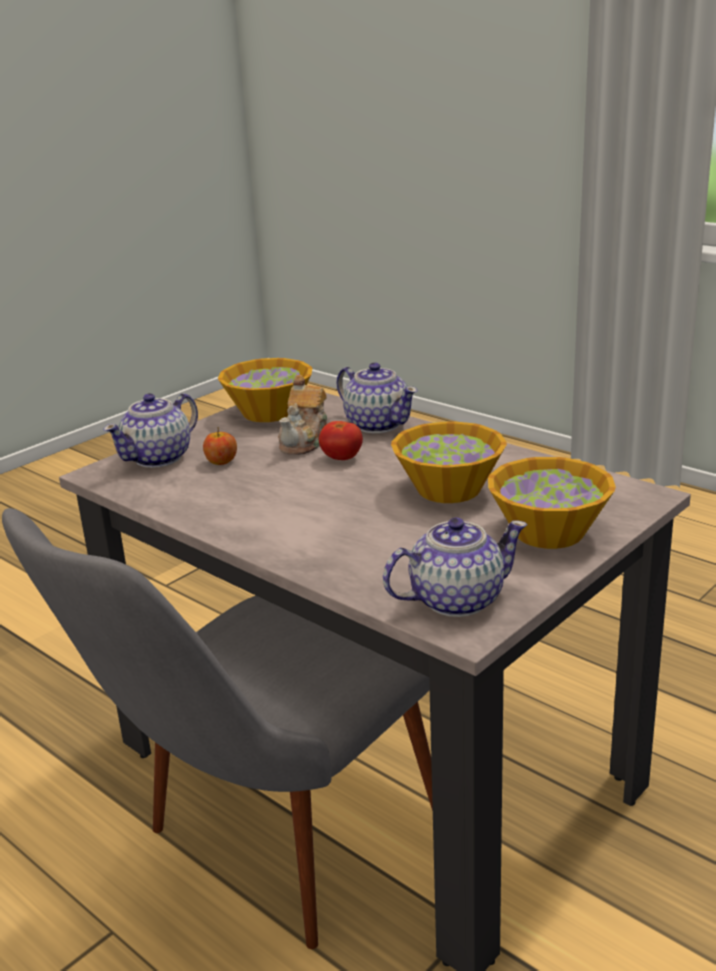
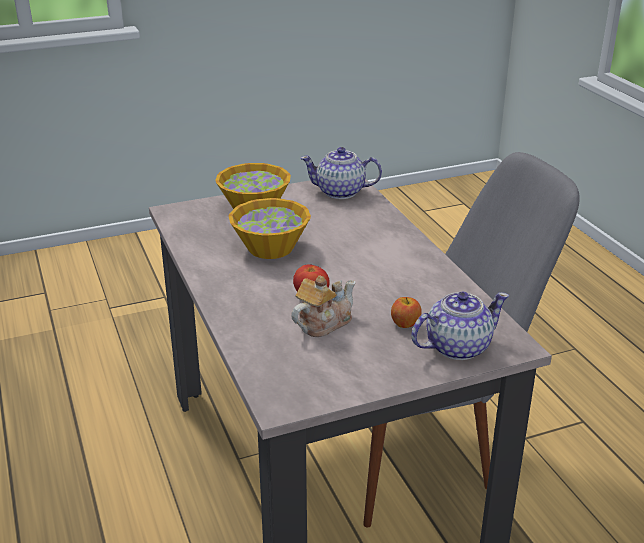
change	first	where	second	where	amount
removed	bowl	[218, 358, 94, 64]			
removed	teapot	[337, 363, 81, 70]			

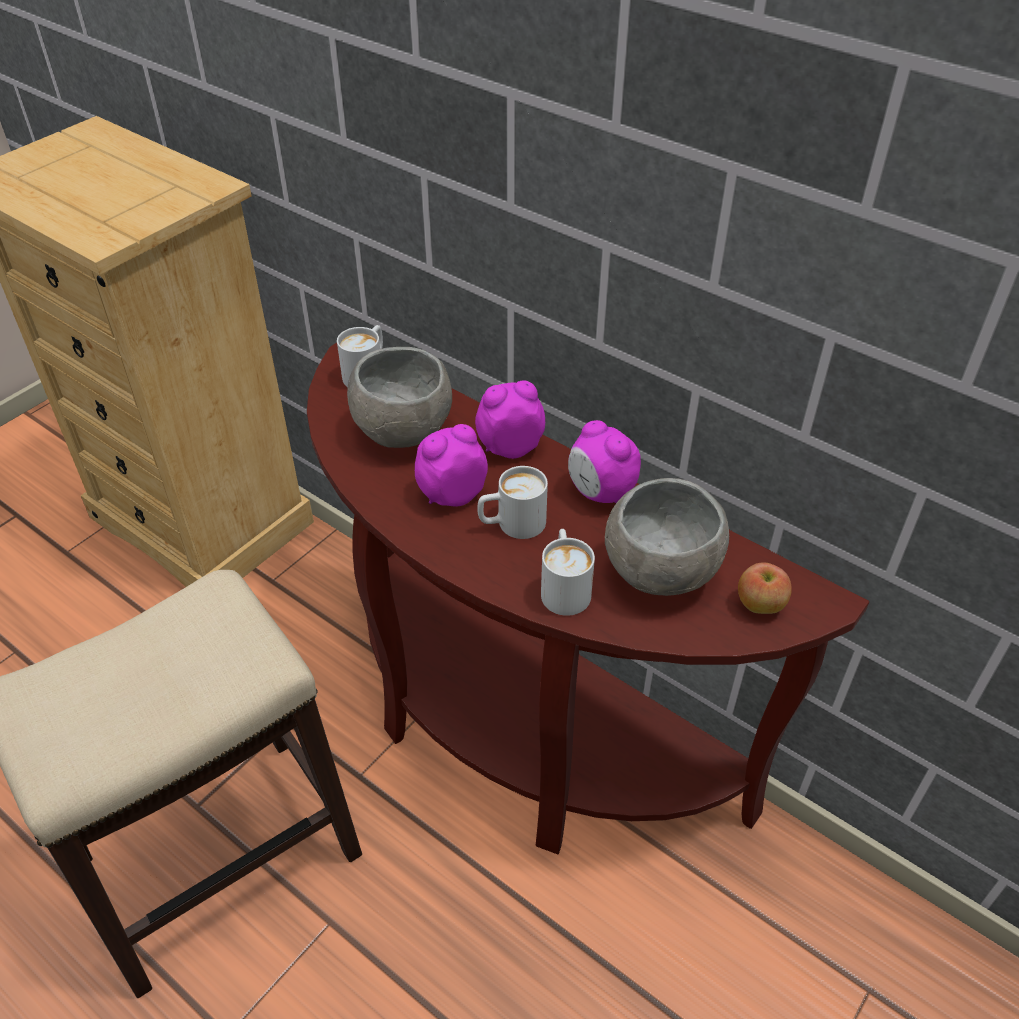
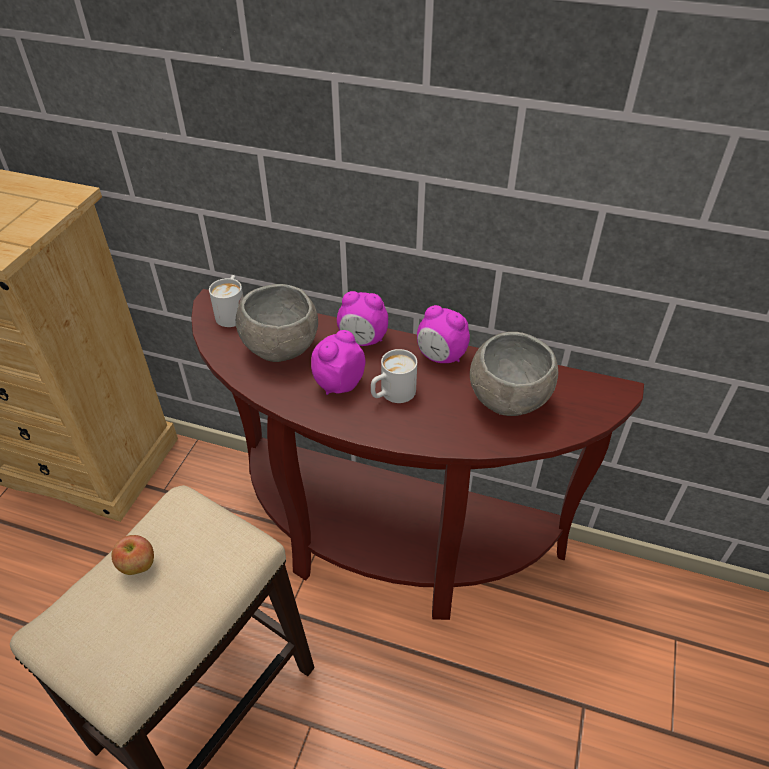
change	first	where	second	where	amount
moved	apple	[738, 562, 54, 52]		[112, 535, 42, 40]	
turned	alarm clock	[475, 381, 70, 78]		[337, 291, 51, 55]	135 degrees counterclockwise
removed	white mug	[541, 529, 54, 87]			

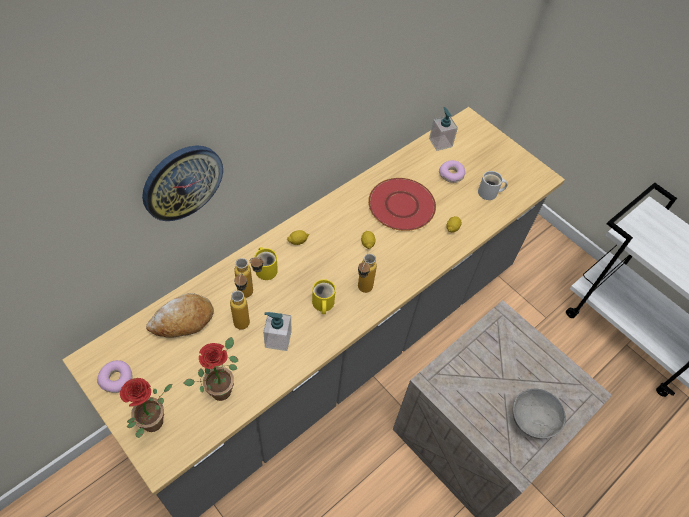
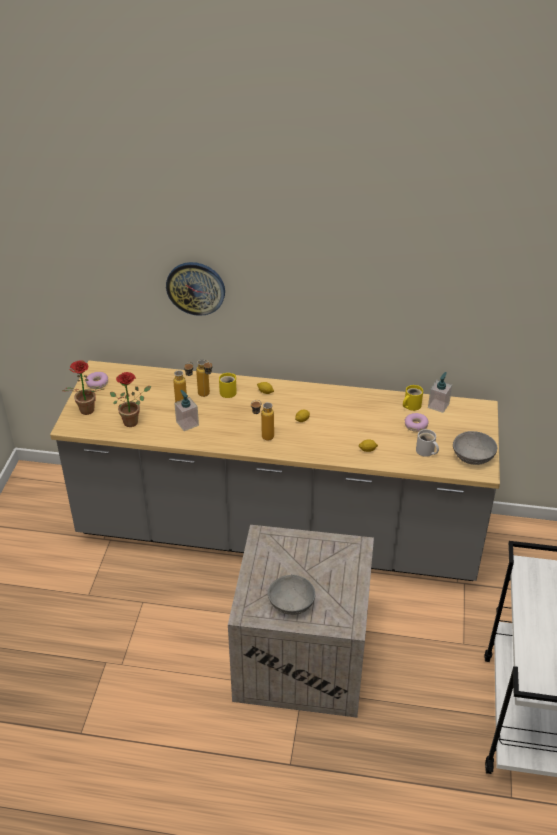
change	first	where	second	where	amount
moved	yellow mug	[312, 279, 24, 35]		[403, 385, 20, 26]	
added			grey bowl	[453, 431, 44, 34]	
removed	bread	[146, 293, 68, 45]			
removed	red plate	[368, 178, 68, 53]			

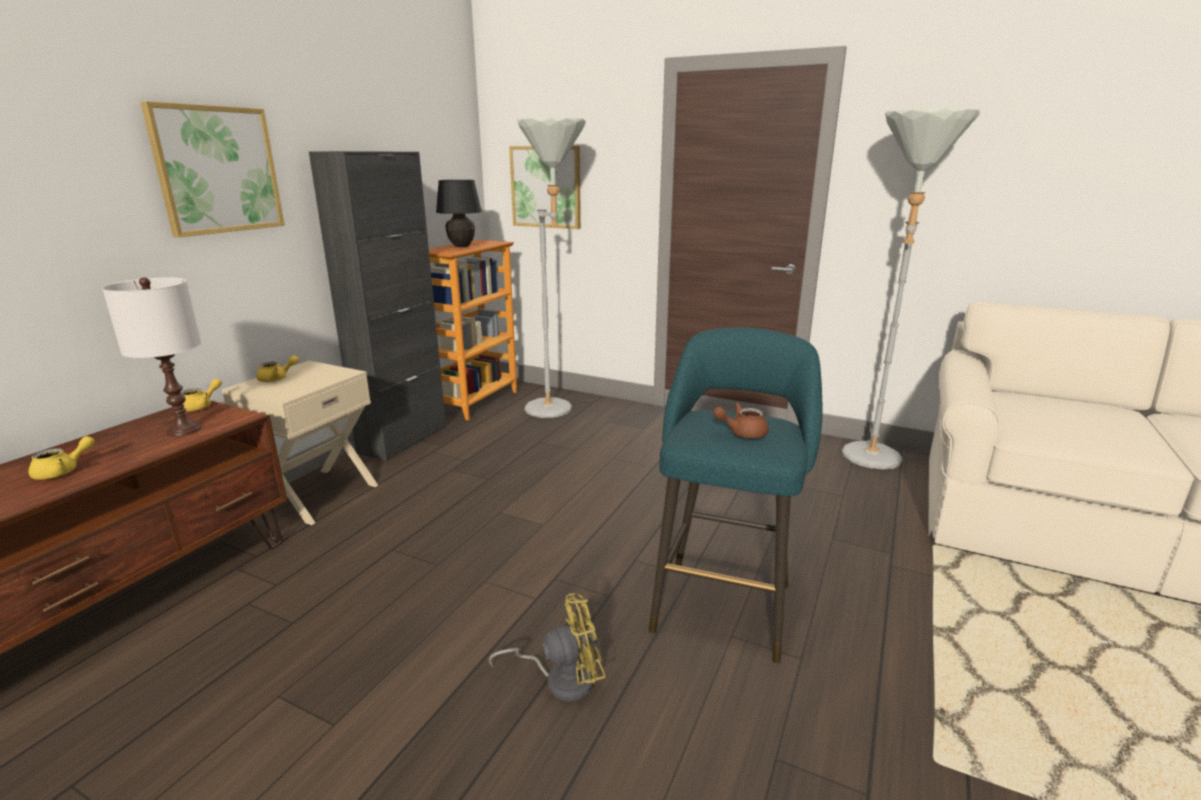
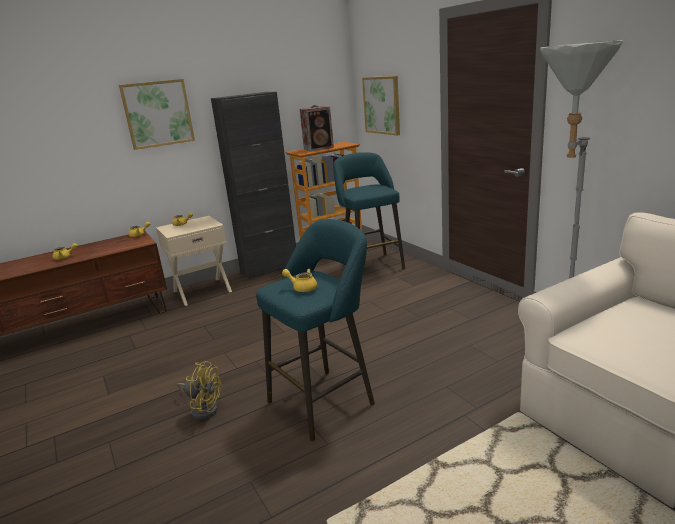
change	first	where	second	where	amount
recoloured	brown teapot	[713, 403, 56, 35]	yellow teapot	[282, 269, 35, 23]	
replaced	black table lamp	[436, 180, 46, 67]	speaker	[300, 105, 34, 46]	
replaced	grey floor lamp	[517, 118, 69, 300]	turquoise stool	[333, 152, 72, 118]	
removed	white table lamp	[102, 277, 99, 160]			

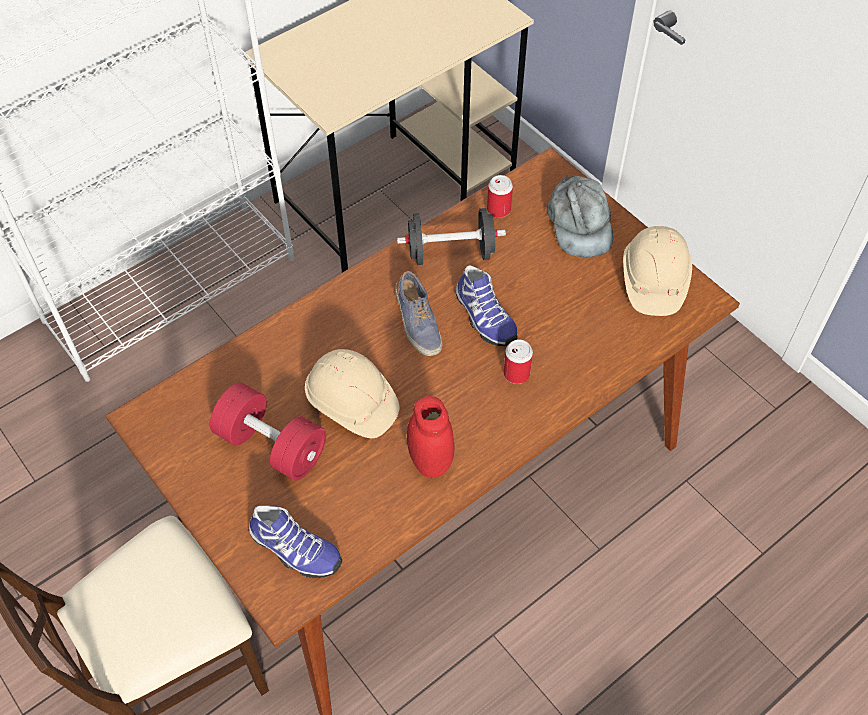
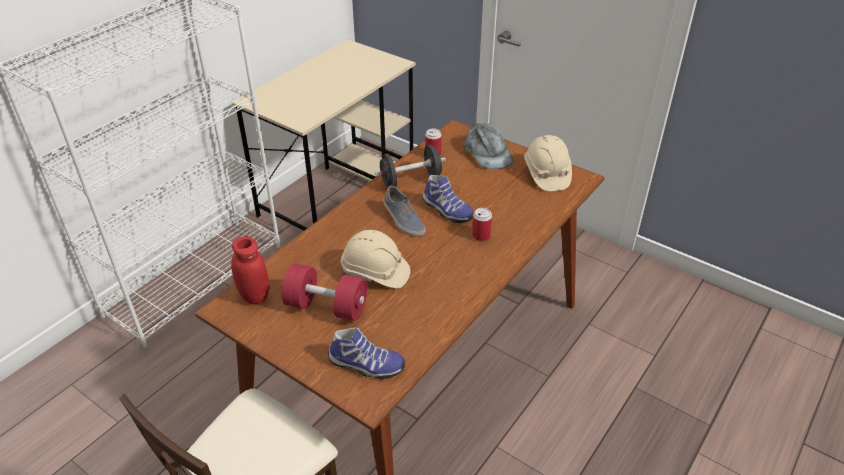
change	first	where	second	where	amount
moved	red jar	[407, 396, 47, 82]		[231, 236, 39, 69]	

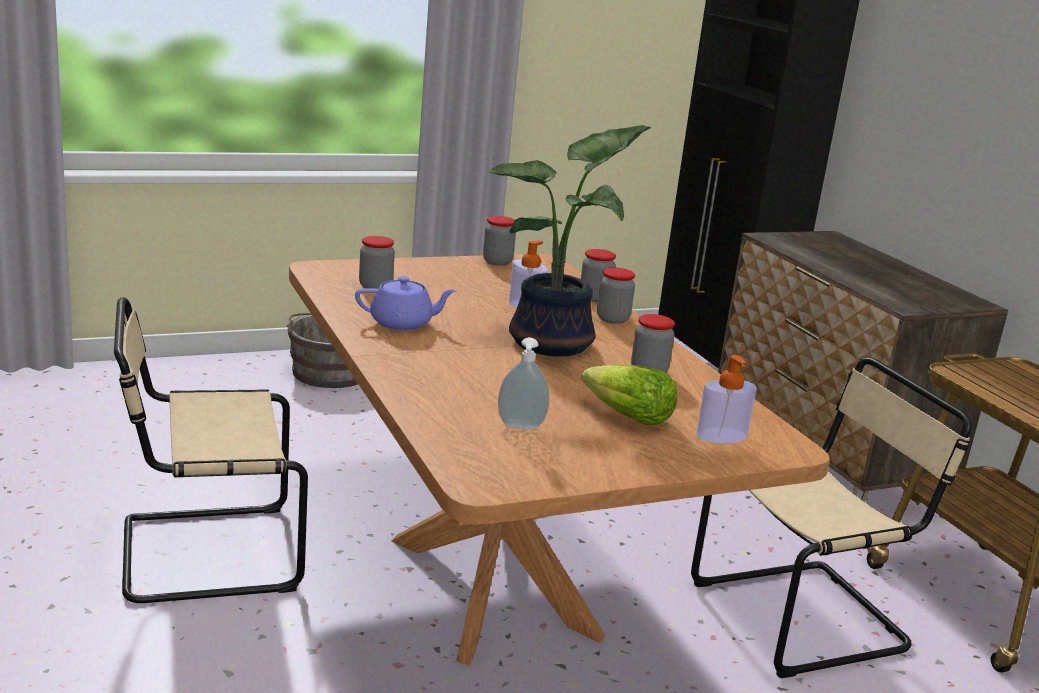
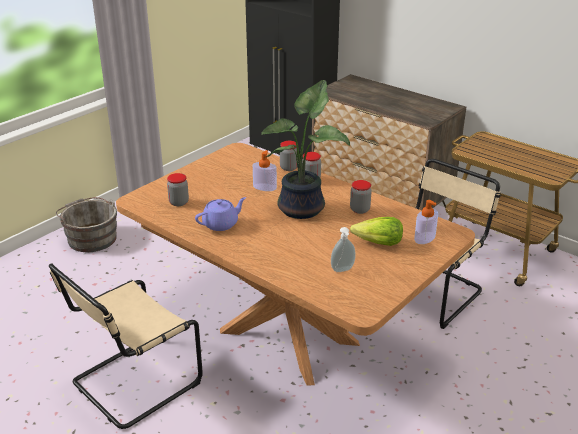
change	first	where	second	where	amount
removed	jar	[483, 216, 33, 50]			

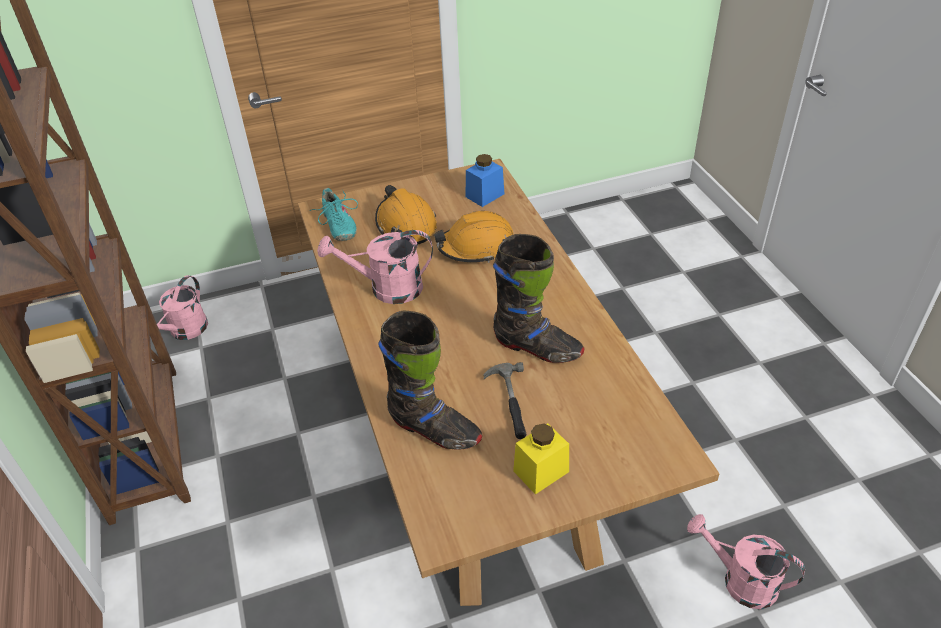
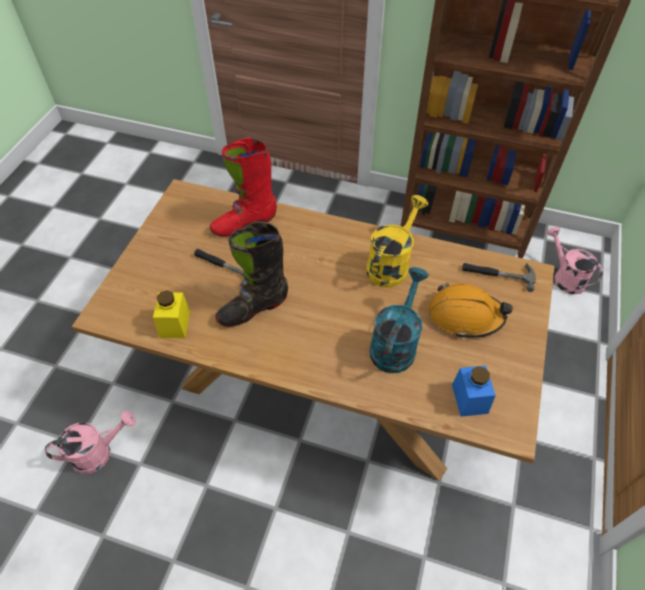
change	first	where	second	where	amount
moved	yellow jar	[513, 423, 56, 71]		[153, 290, 37, 48]	
recoloured	black boot	[378, 311, 104, 139]	red boot	[210, 138, 67, 98]	
recoloured	pink watering can	[317, 230, 116, 74]	yellow watering can	[366, 195, 62, 93]	
replaced	orange hard hat	[434, 211, 79, 52]	turquoise watering can	[370, 267, 59, 106]	
replaced	turquoise shoe	[310, 188, 48, 53]	hammer	[462, 263, 74, 29]	

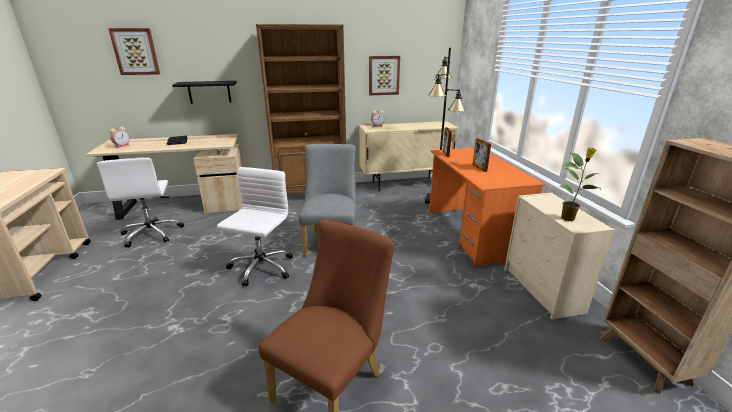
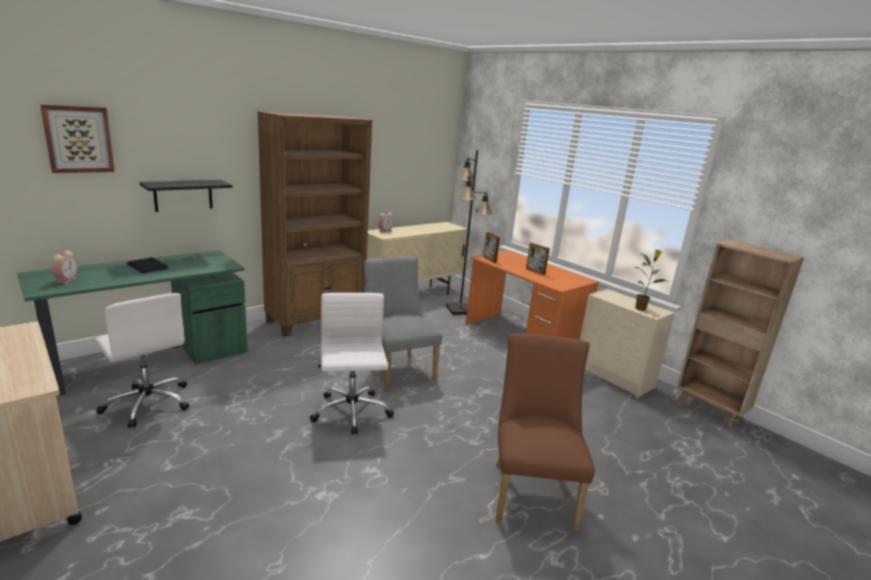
change	first	where	second	where	amount
recoloured	beige desk	[86, 134, 157, 86]	green desk	[17, 250, 231, 146]	
removed	picture	[369, 56, 31, 39]			

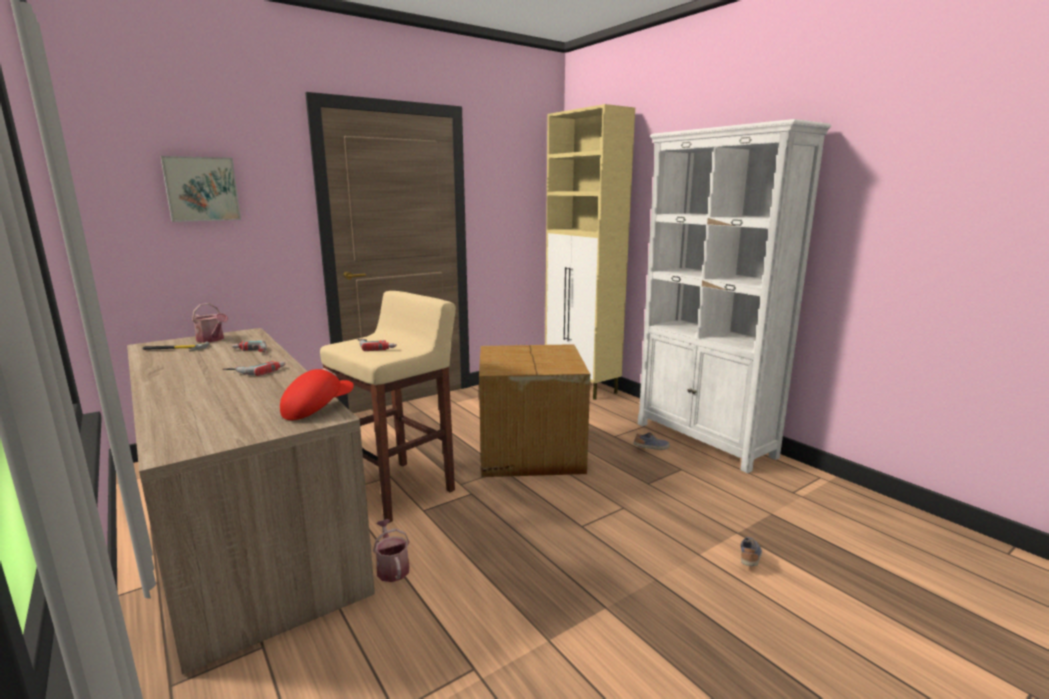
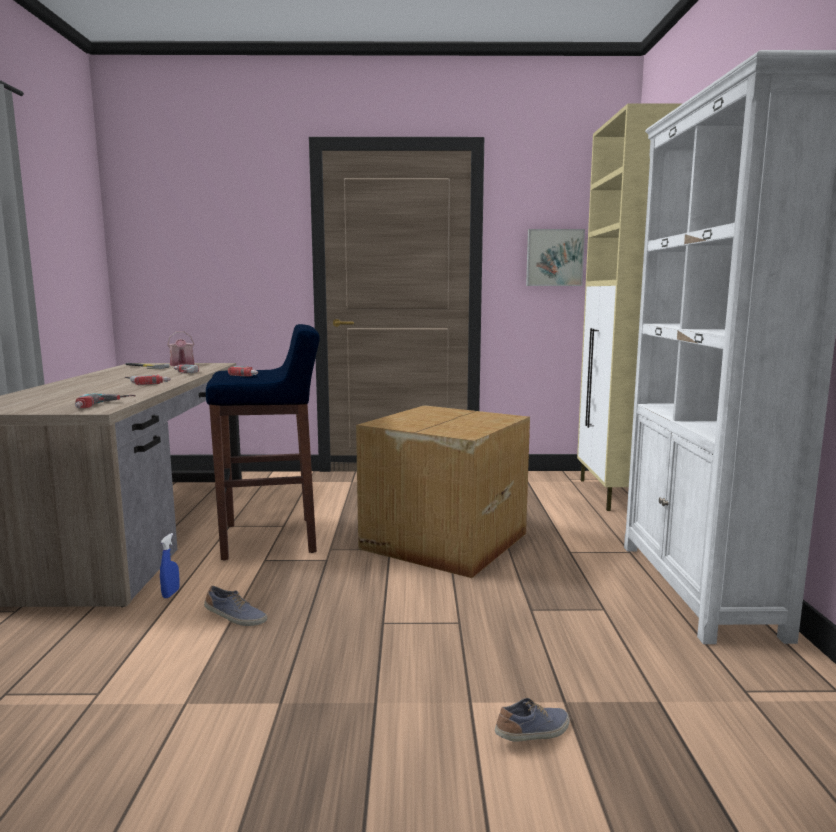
change	first	where	second	where	amount
replaced	red cap	[280, 368, 74, 52]	power drill	[75, 393, 61, 15]	
replaced	watering can	[373, 519, 37, 63]	blue spray bottle	[160, 533, 20, 65]	
moved	shoe	[633, 433, 37, 17]		[204, 586, 63, 40]	
recoloured	beige stool	[320, 291, 136, 232]	blue stool	[206, 324, 114, 237]	
moved	picture	[160, 156, 81, 66]		[526, 229, 59, 57]	

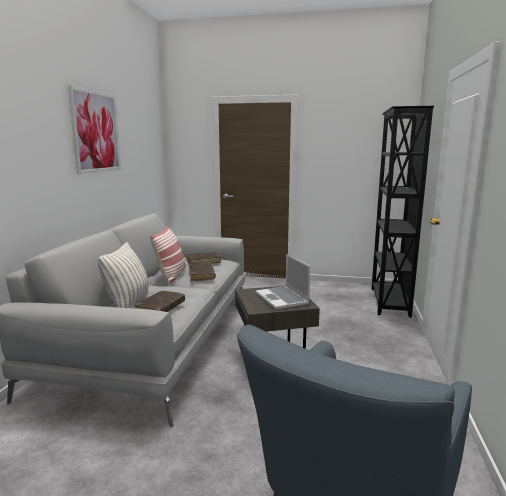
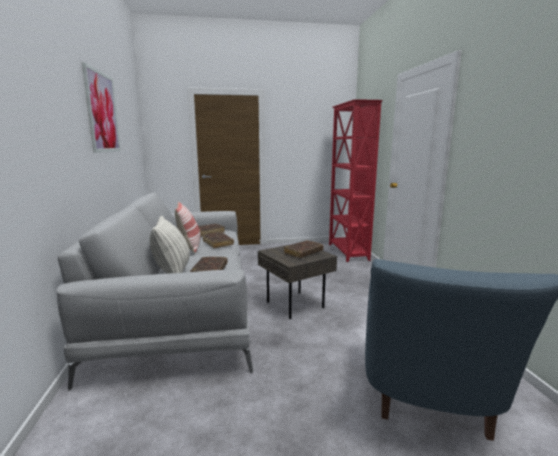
change	first	where	second	where	amount
replaced	laptop	[256, 254, 55, 55]	brown book	[284, 240, 40, 18]	
recoloured	black bookcase	[371, 106, 63, 211]	red bookcase	[329, 99, 54, 163]	

